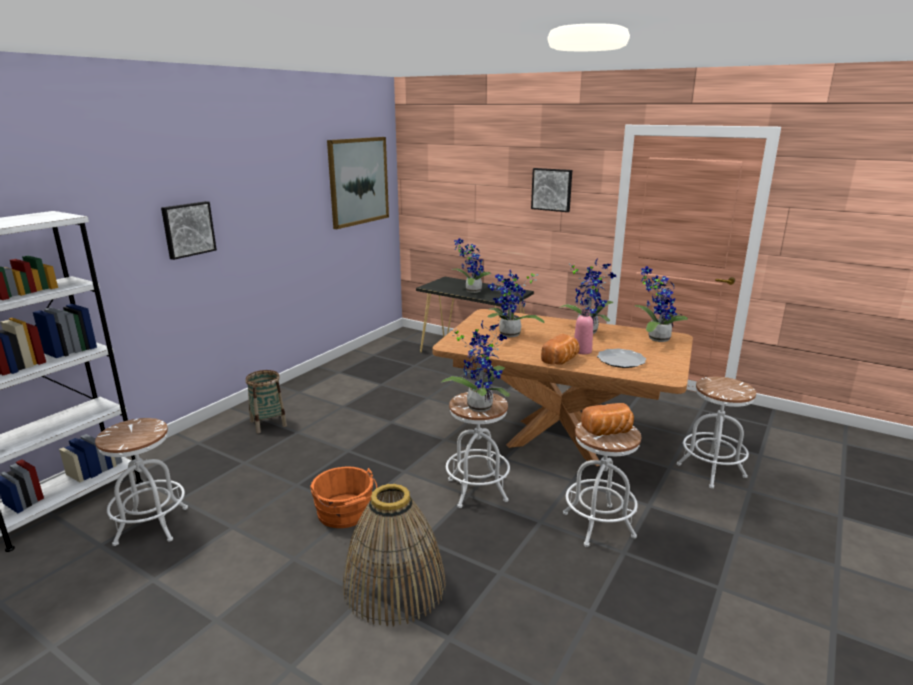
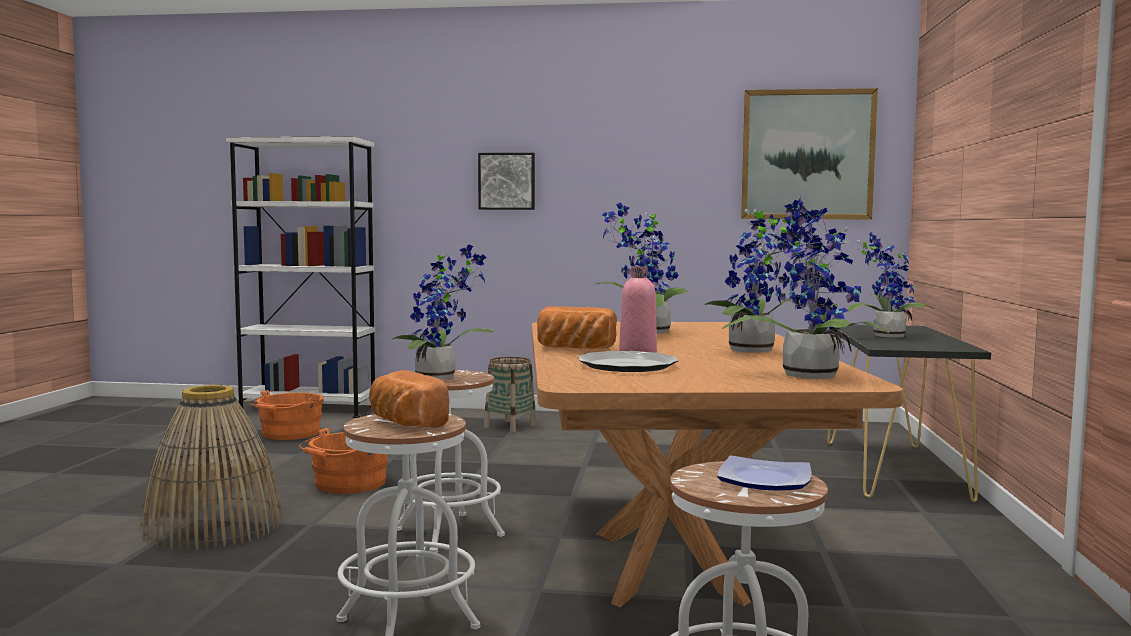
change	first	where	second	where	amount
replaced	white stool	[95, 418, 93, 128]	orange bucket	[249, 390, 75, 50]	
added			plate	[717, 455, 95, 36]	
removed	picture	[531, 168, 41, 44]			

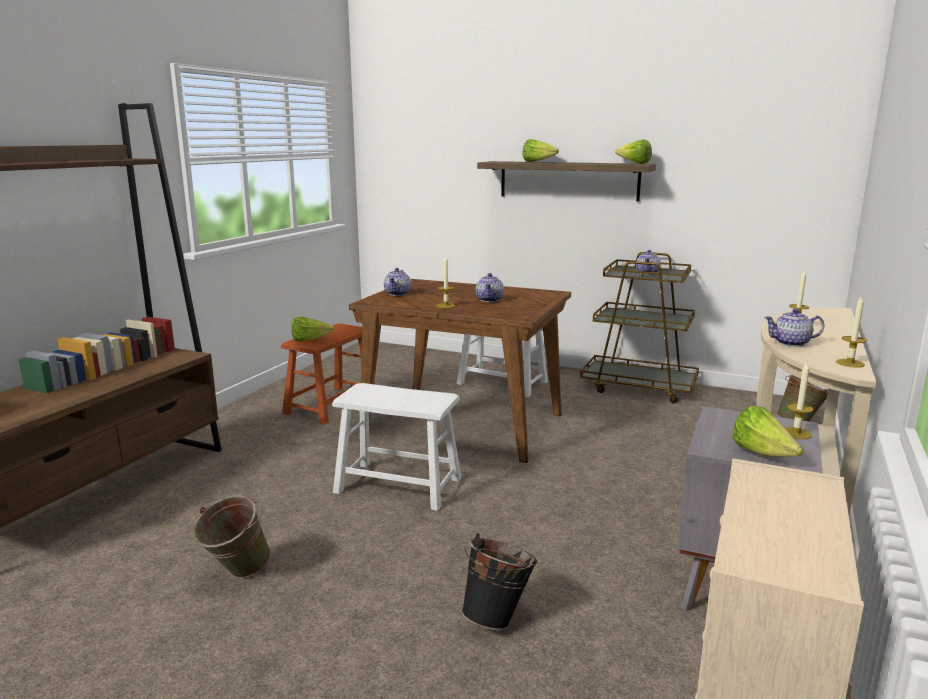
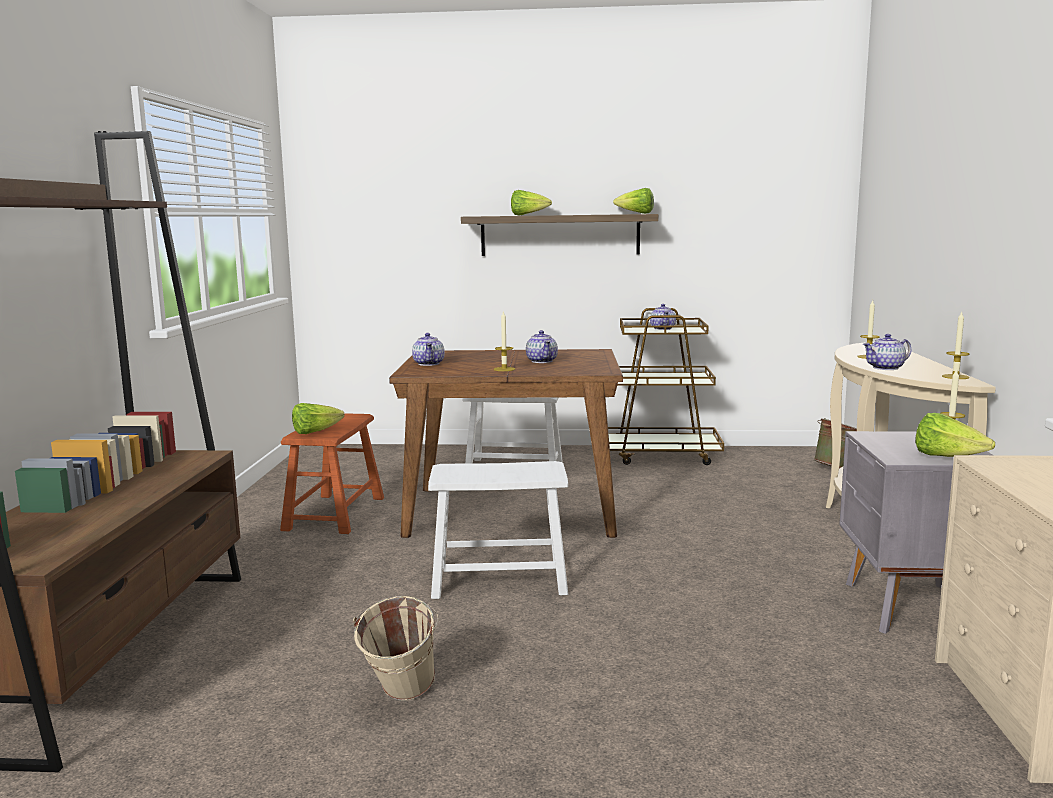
change	first	where	second	where	amount
recoloured	green bucket	[193, 495, 78, 83]	beige bucket	[353, 596, 85, 105]	
removed	black bucket	[461, 533, 77, 97]			

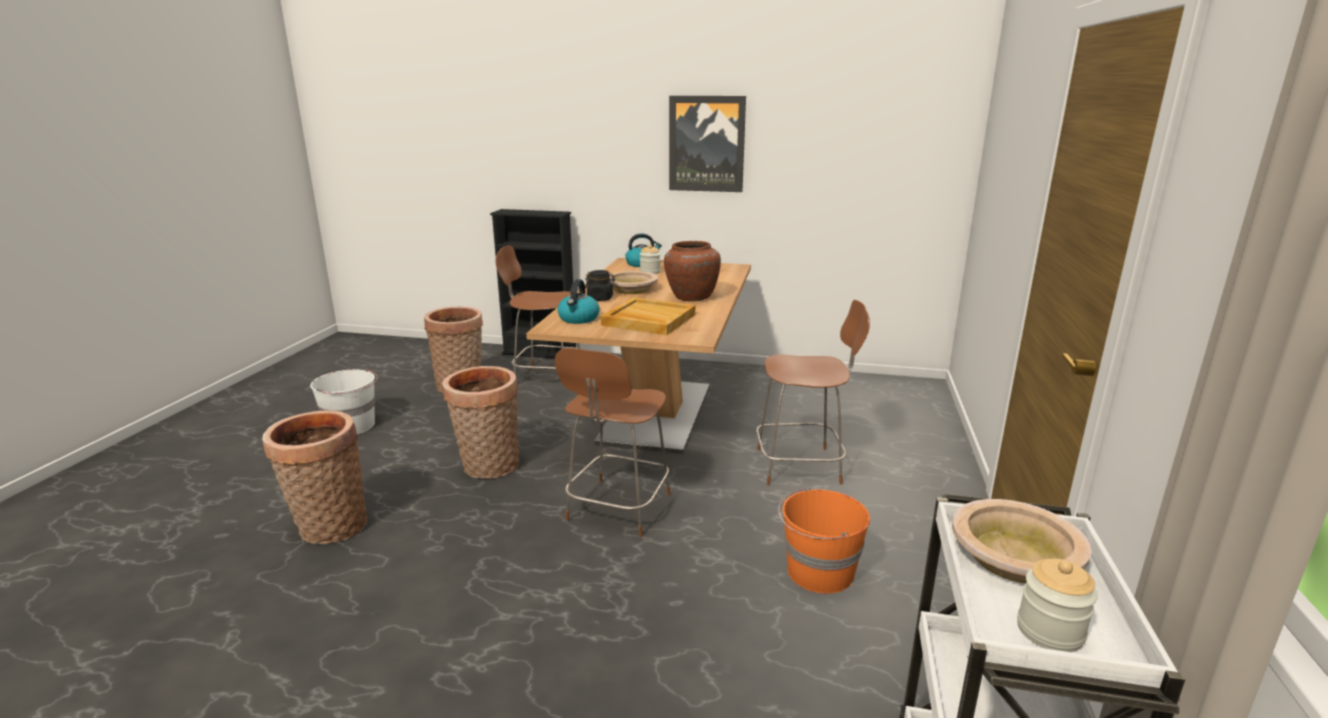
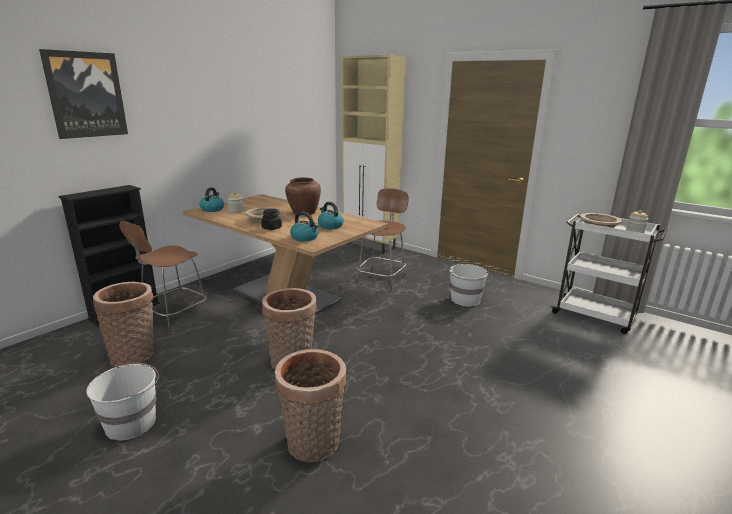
change	first	where	second	where	amount
moved	picture	[669, 96, 77, 96]		[39, 49, 89, 90]	
replaced	beige tray	[601, 297, 94, 38]	kettle	[318, 202, 26, 27]	
added			beige cabinet	[342, 55, 64, 199]	
recoloured	orange bucket	[778, 488, 92, 106]	white bucket	[449, 264, 40, 42]	
removed	brown chair	[555, 348, 115, 189]			

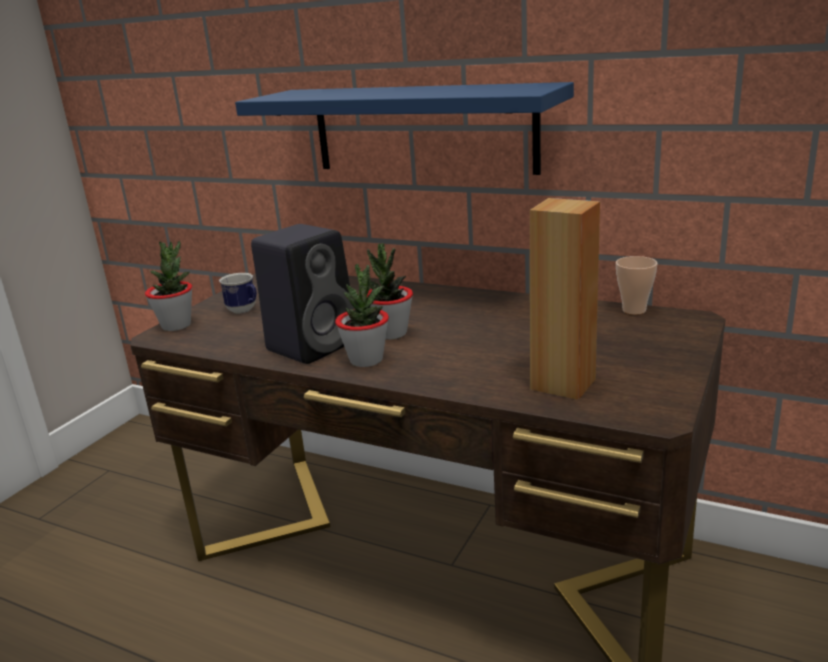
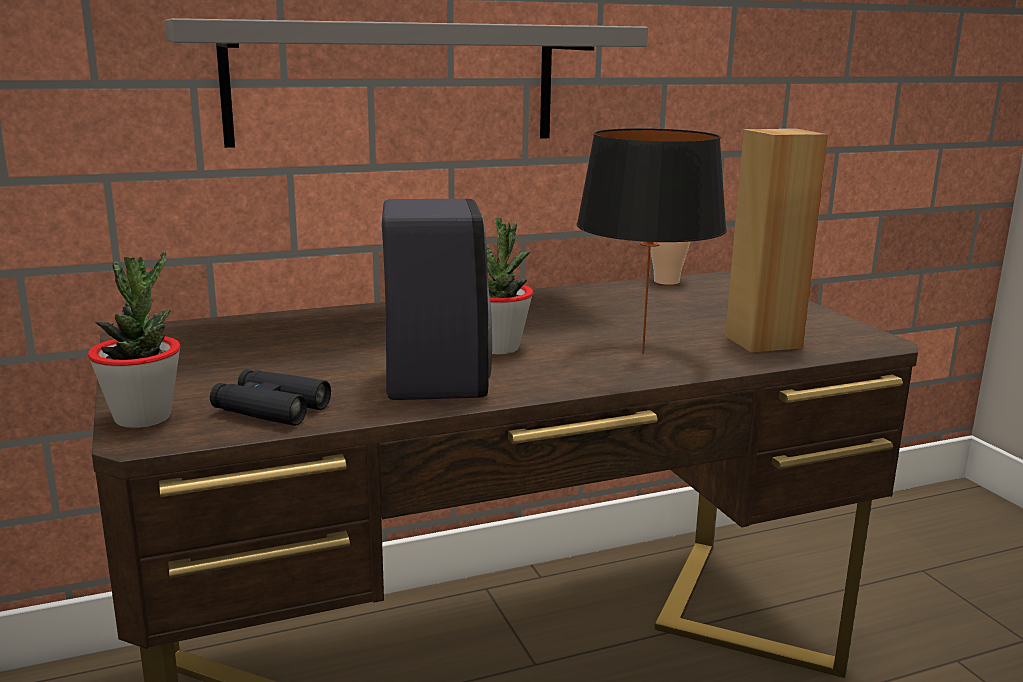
change	first	where	second	where	amount
recoloured	blue shelf	[235, 82, 339, 93]	grey shelf	[165, 18, 483, 130]	
added			black binoculars	[210, 370, 121, 56]	
added			black table lamp	[576, 128, 151, 226]	
removed	mug	[219, 273, 38, 40]			
removed	potted plant	[335, 264, 54, 103]			

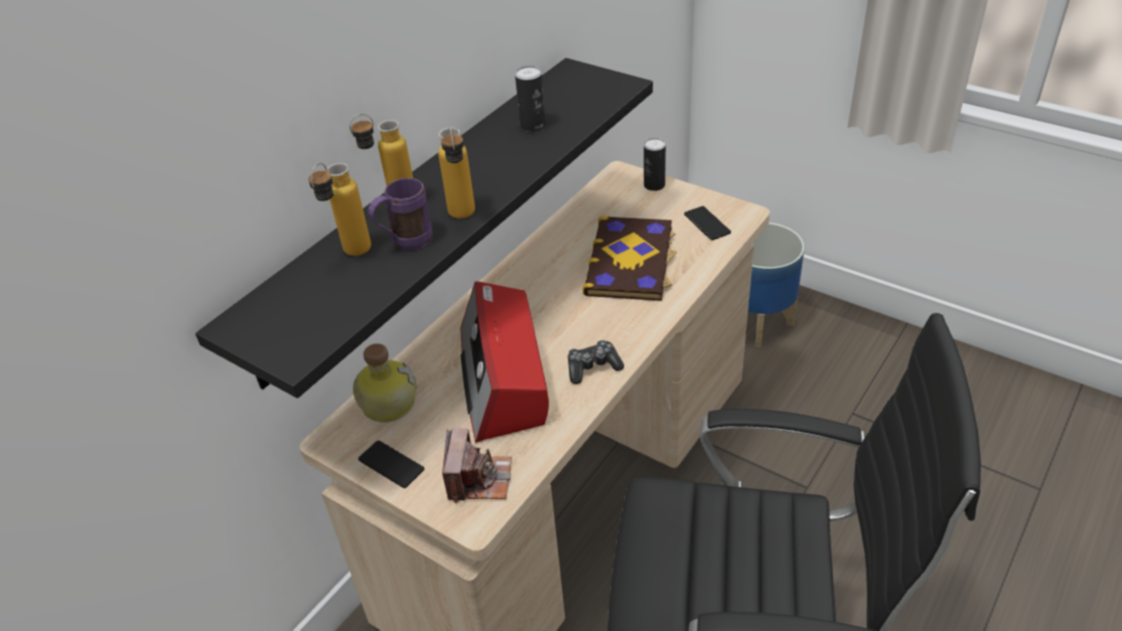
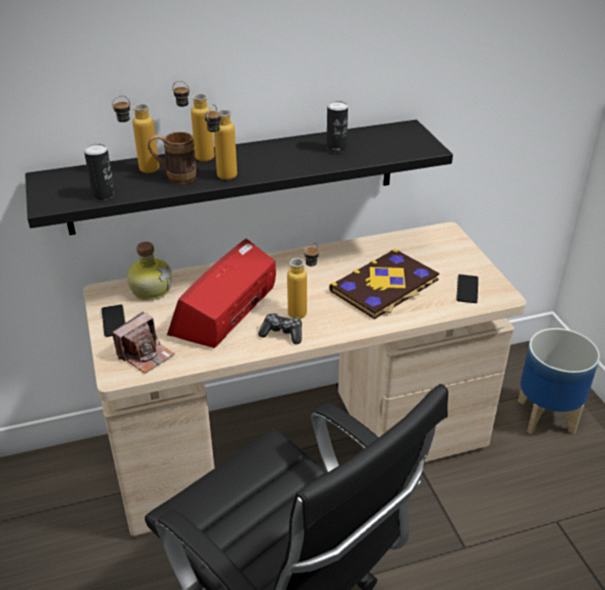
change	first	where	second	where	amount
moved	can	[644, 138, 22, 53]		[84, 144, 31, 56]	
recoloured	purple mug	[368, 178, 65, 73]	brown mug	[148, 132, 49, 52]	
added			bottle	[287, 243, 32, 76]	

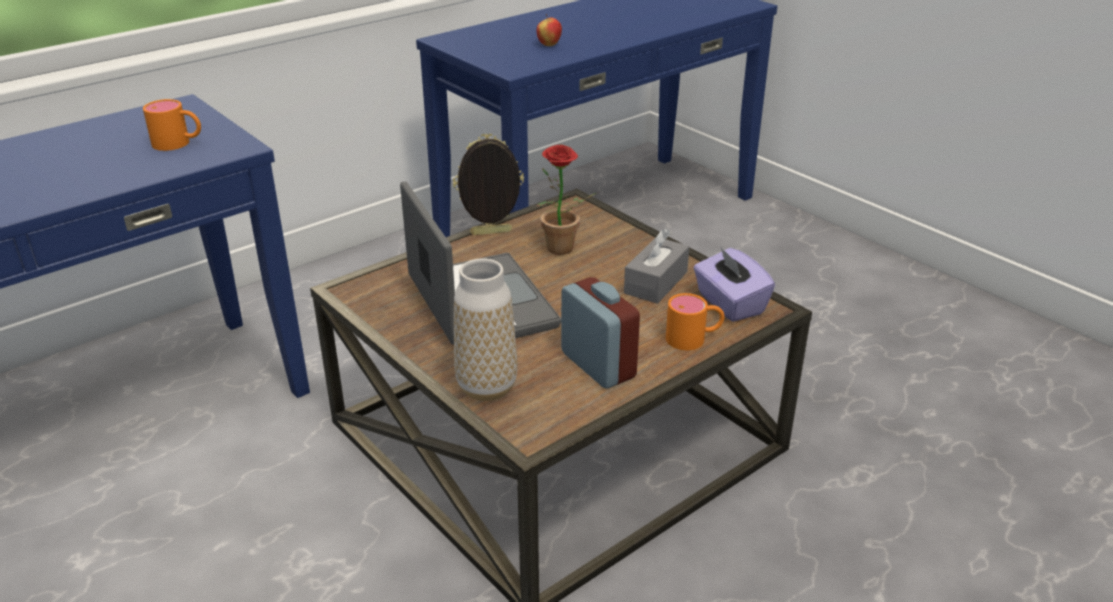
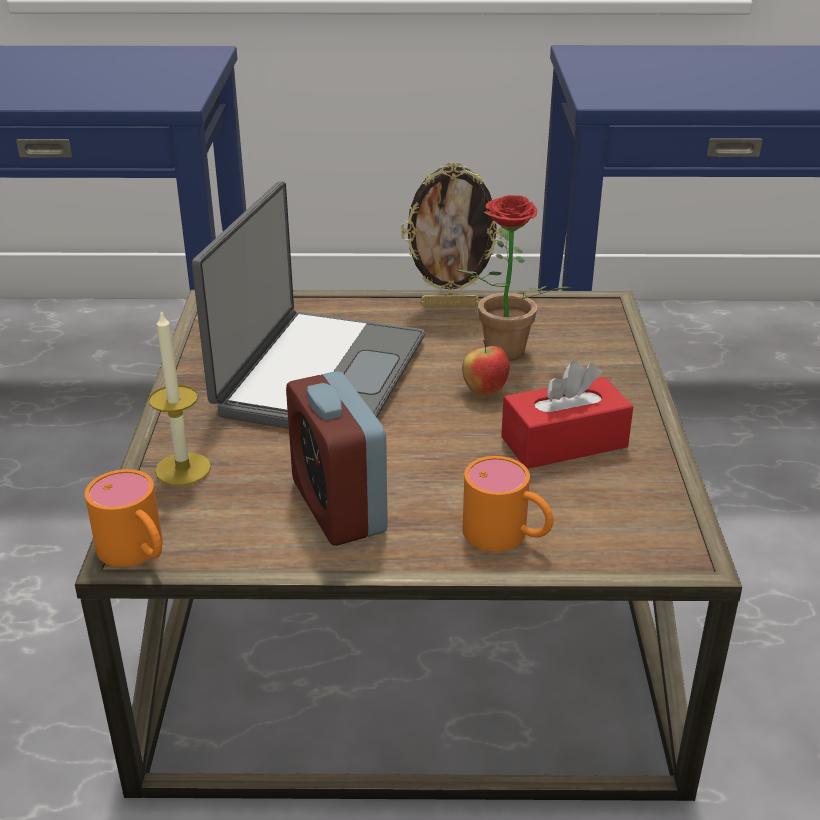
change	first	where	second	where	amount
moved	orange mug	[143, 99, 58, 52]		[85, 469, 78, 98]	
replaced	vase	[454, 258, 63, 143]	candle	[148, 310, 63, 176]	
turned	alarm clock	[561, 277, 79, 112]		[286, 371, 102, 175]	150 degrees clockwise
turned	picture frame	[453, 134, 71, 101]		[401, 162, 102, 145]	150 degrees clockwise
moved	apple	[537, 14, 25, 32]		[462, 340, 48, 56]	
recoloured	grey tissue box	[624, 229, 65, 75]	red tissue box	[501, 360, 132, 109]	
removed	purple tissue box	[694, 246, 81, 76]			

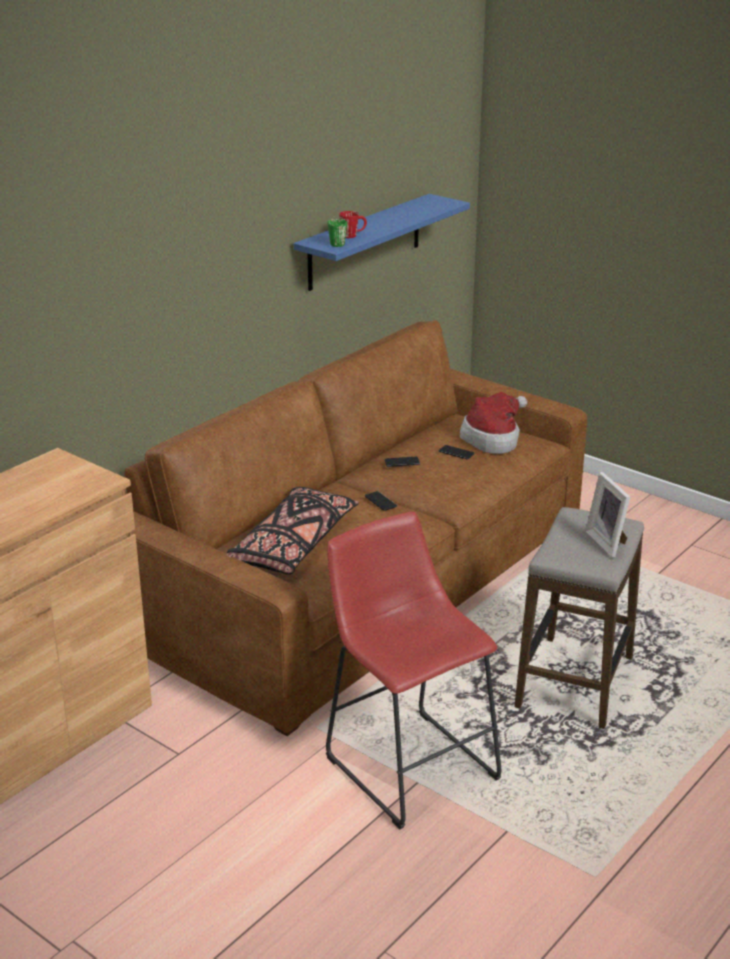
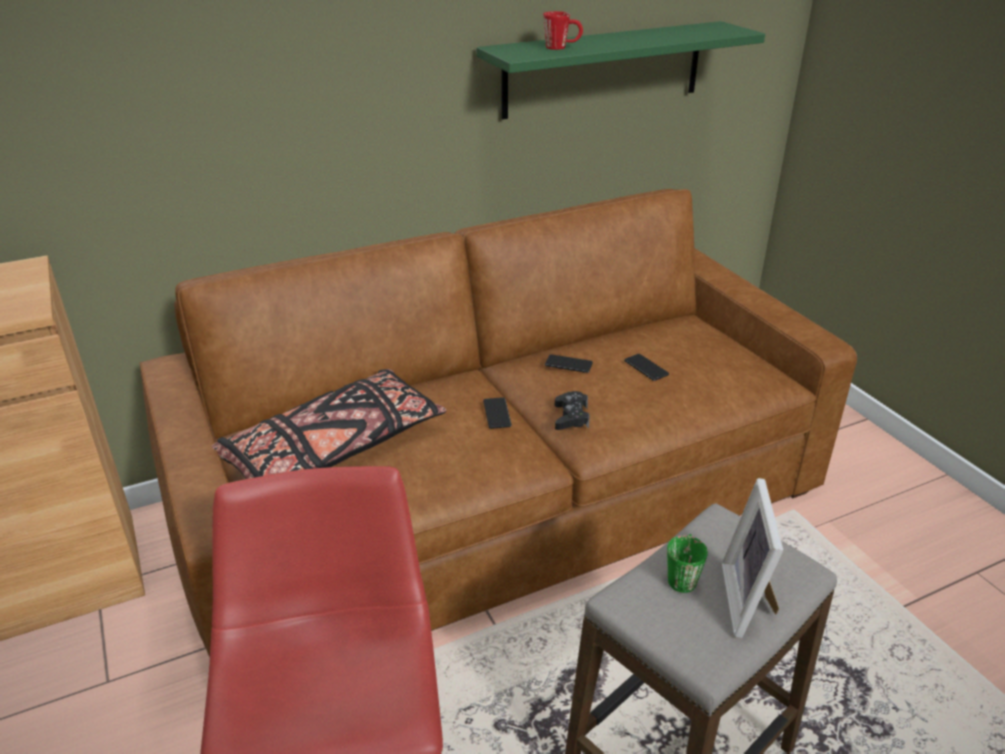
change	first	where	second	where	amount
recoloured	blue shelf	[294, 194, 176, 97]	green shelf	[476, 21, 289, 98]	
added			black game controller	[555, 391, 34, 39]	
moved	green mug	[327, 219, 20, 28]		[667, 534, 41, 59]	
removed	hat	[460, 392, 67, 62]			

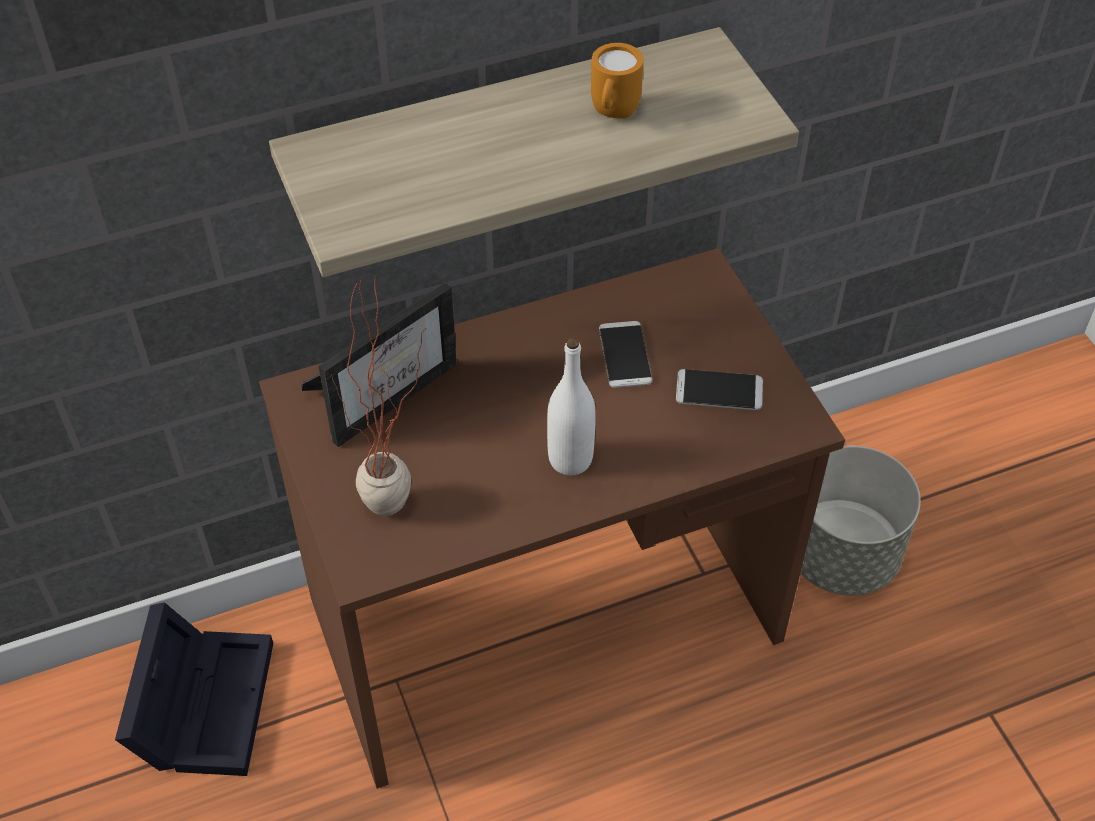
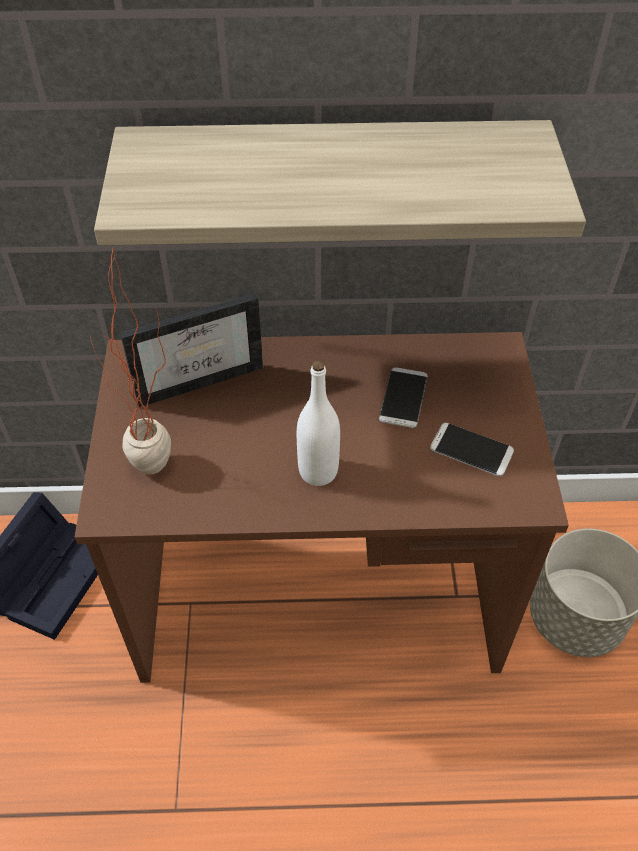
change	first	where	second	where	amount
removed	orange mug	[591, 43, 53, 76]			

